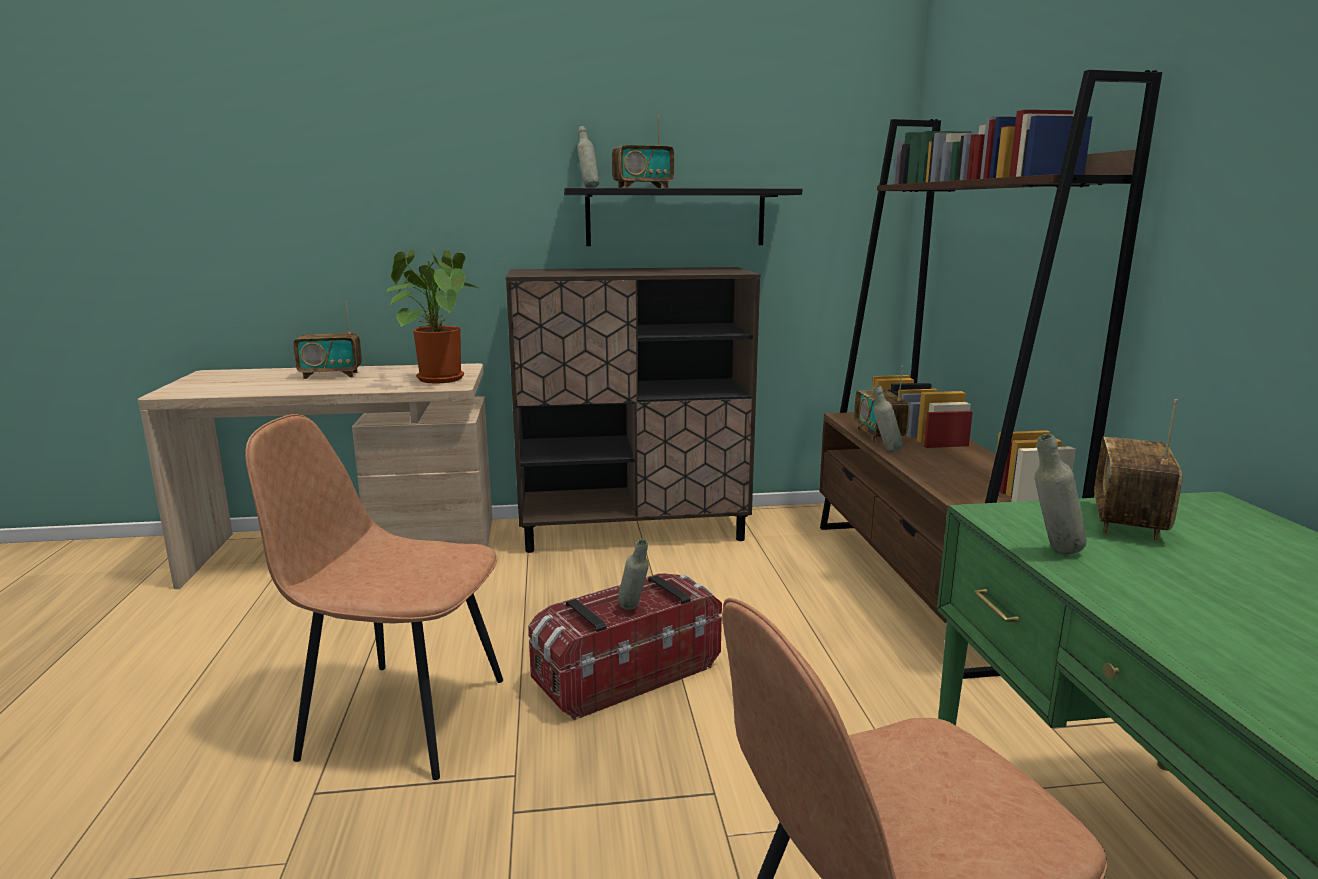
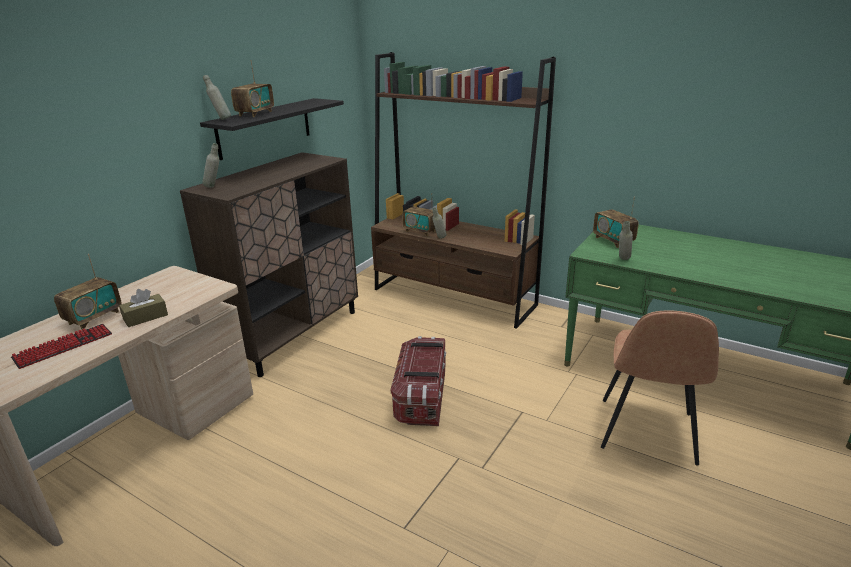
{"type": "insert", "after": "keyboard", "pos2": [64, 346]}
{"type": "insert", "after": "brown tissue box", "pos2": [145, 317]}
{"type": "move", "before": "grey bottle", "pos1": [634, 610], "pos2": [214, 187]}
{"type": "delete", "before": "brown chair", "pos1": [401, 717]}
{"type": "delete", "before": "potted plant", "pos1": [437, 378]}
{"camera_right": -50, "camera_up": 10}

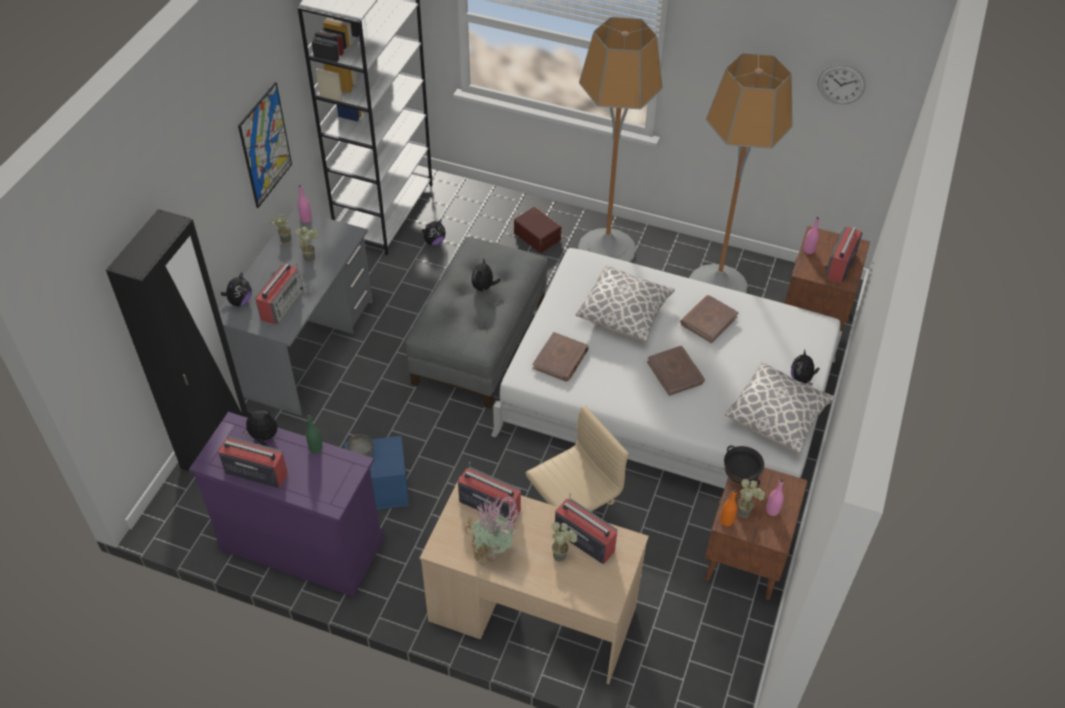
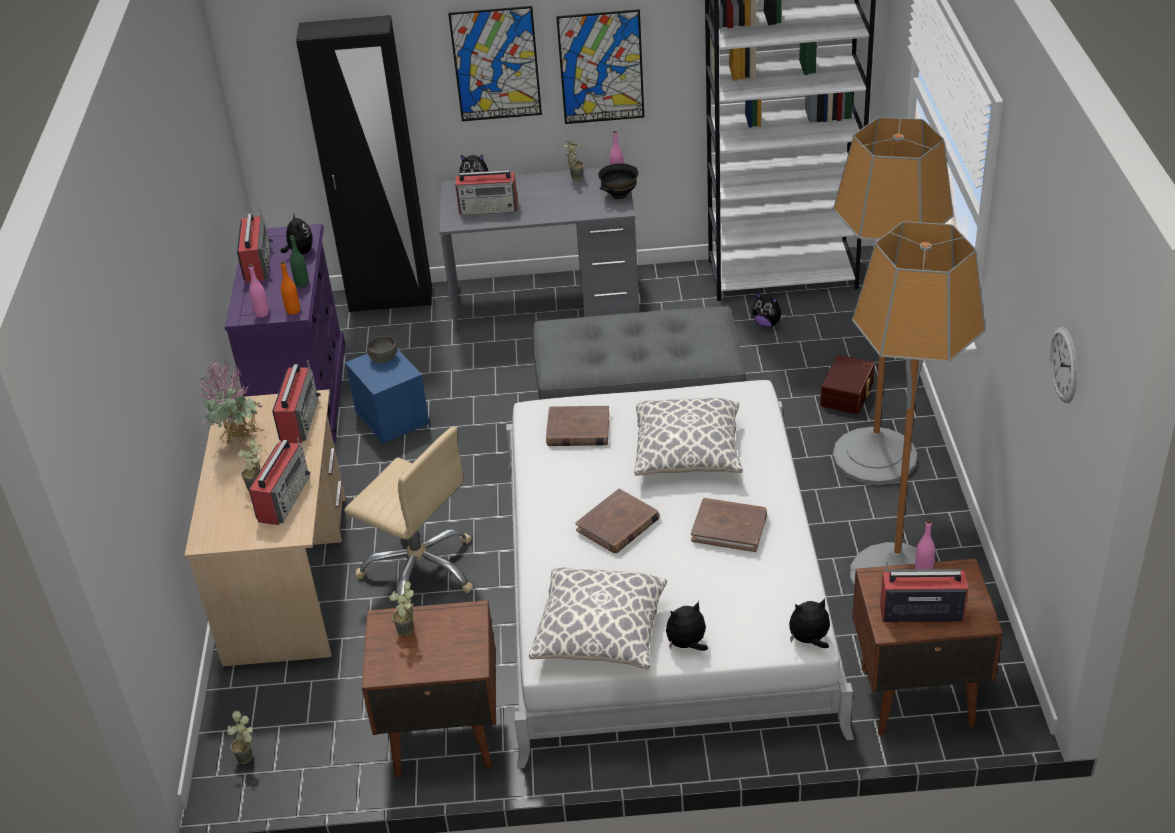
{"type": "move", "before": "potted plant", "pos1": [311, 257], "pos2": [249, 758]}
{"type": "move", "before": "pink bottle", "pos1": [772, 510], "pos2": [262, 313]}
{"type": "move", "before": "orange bottle", "pos1": [726, 521], "pos2": [293, 310]}
{"type": "insert", "after": "picture", "pos2": [496, 64]}
{"type": "move", "before": "black bowl", "pos1": [740, 476], "pos2": [619, 195]}
{"type": "move", "before": "plush toy", "pos1": [484, 287], "pos2": [809, 640]}
{"camera_right": 70, "camera_up": -10}

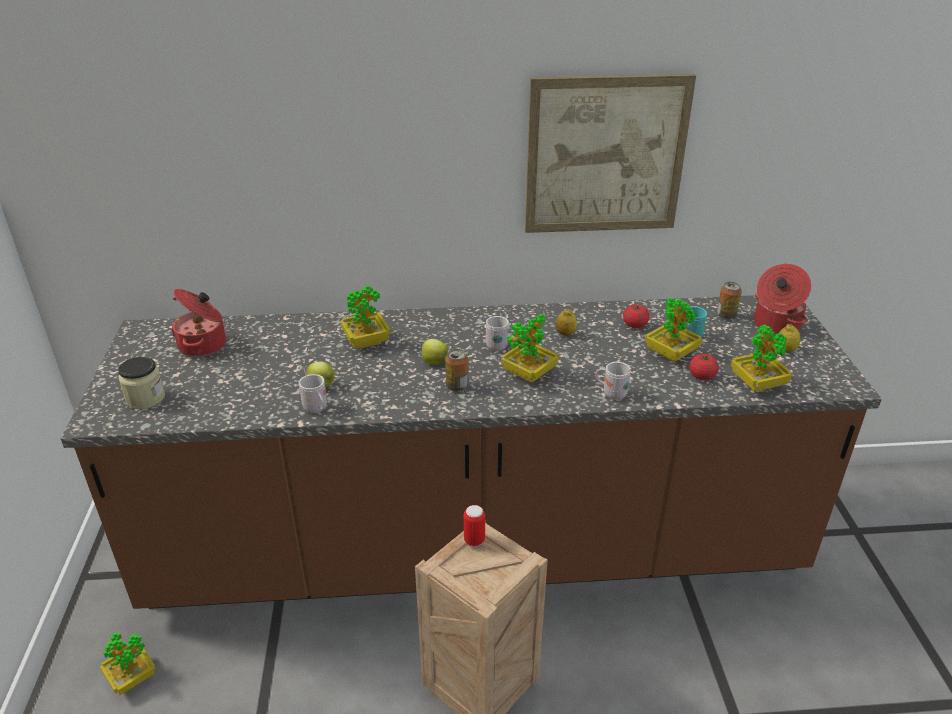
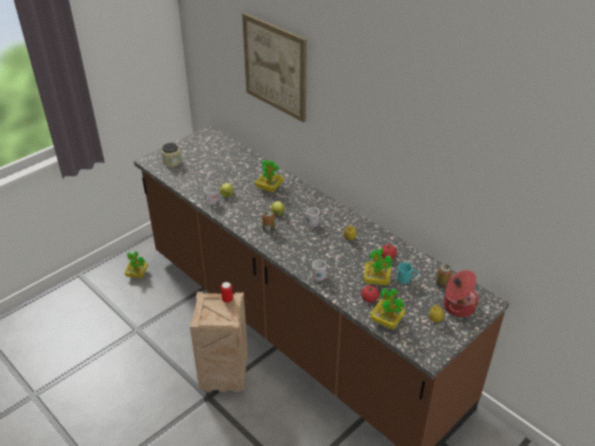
{"type": "move", "before": "picture", "pos1": [605, 156], "pos2": [275, 67]}
{"type": "delete", "before": "cooking pot", "pos1": [204, 345]}
{"type": "delete", "before": "potted plant", "pos1": [528, 374]}
{"camera_right": 50, "camera_up": 5}

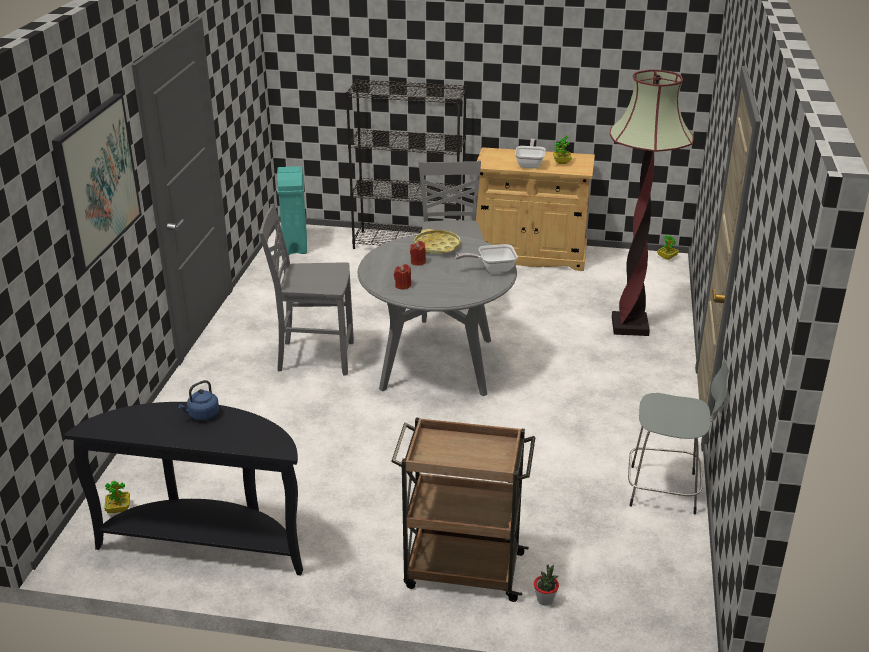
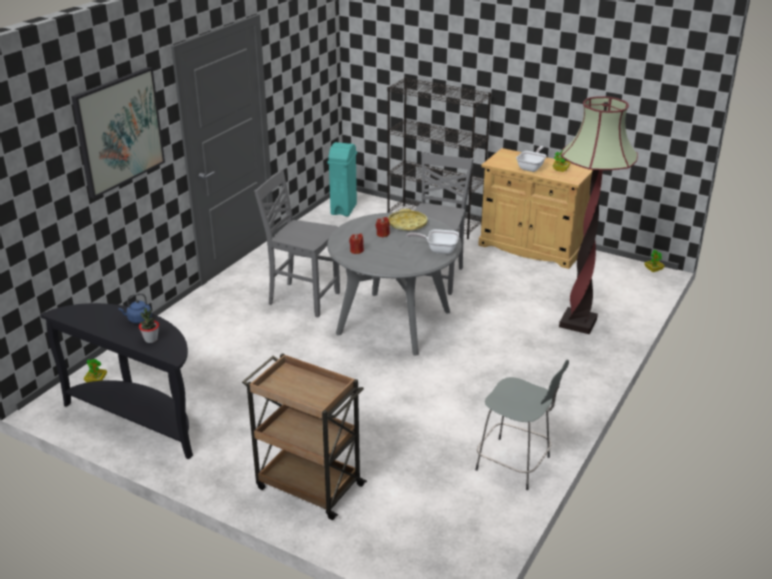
{"type": "move", "before": "potted plant", "pos1": [545, 600], "pos2": [151, 339]}
{"camera_right": 20, "camera_up": 0}

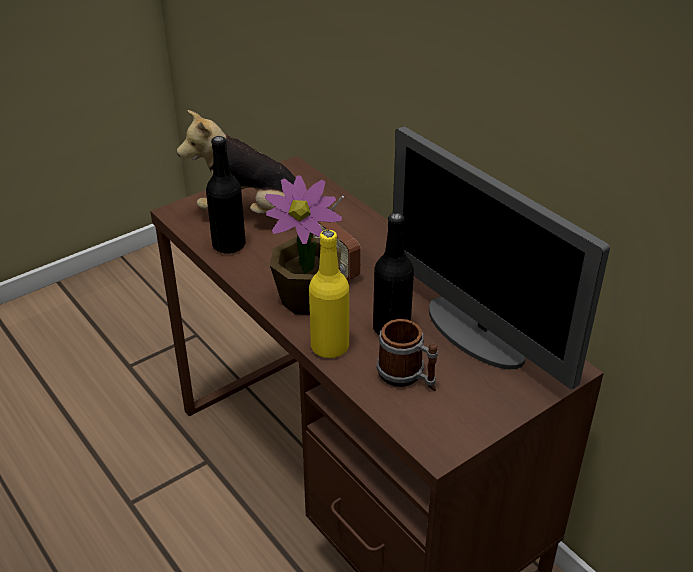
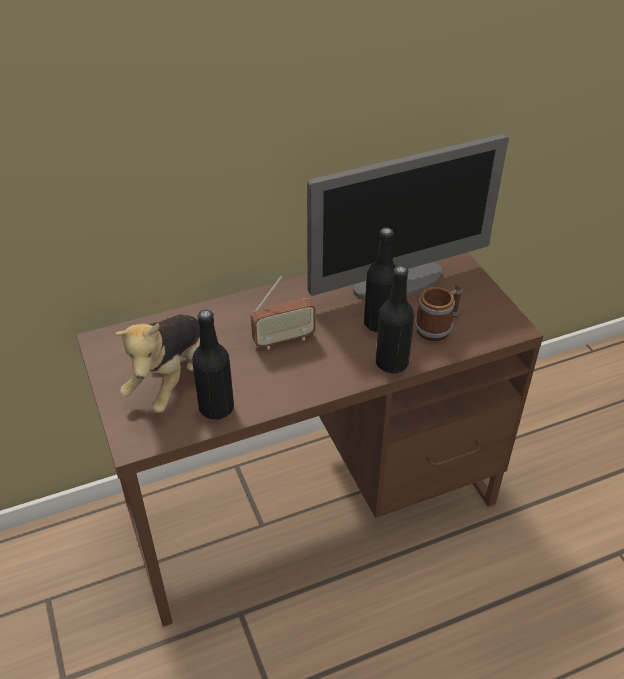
{"type": "recolor", "before": "yellow bottle", "after": "black bottle", "pos1": [330, 347], "pos2": [392, 363]}
{"type": "delete", "before": "potted plant", "pos1": [307, 299]}
{"camera_right": -75, "camera_up": 5}

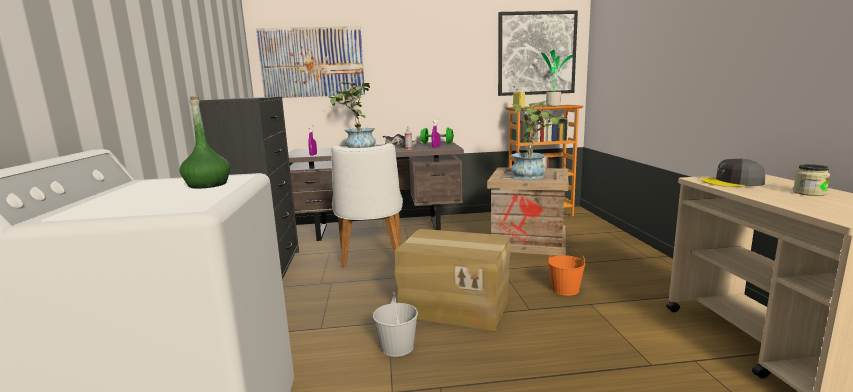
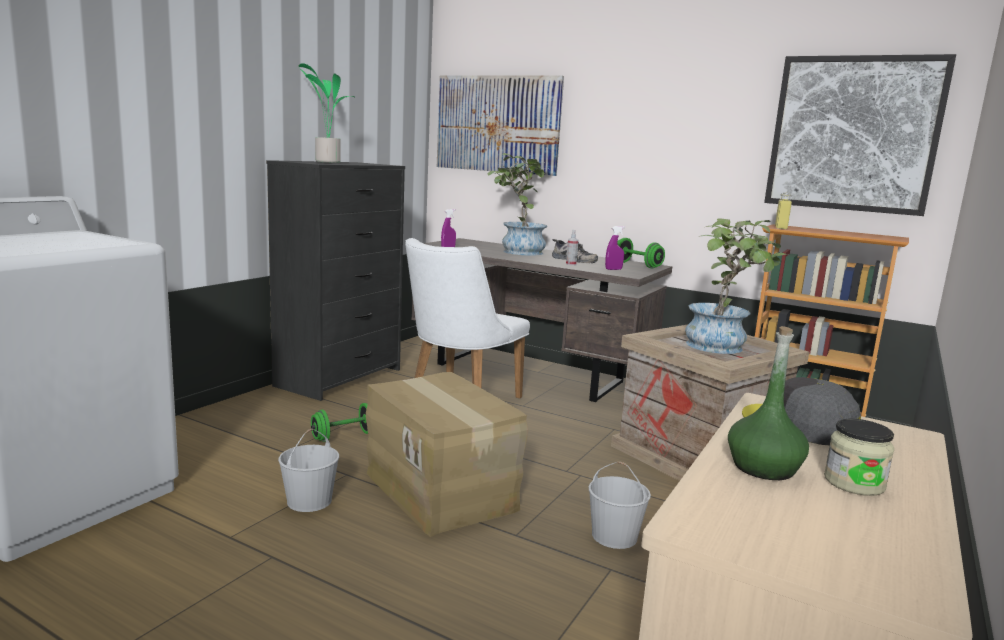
{"type": "move", "before": "potted plant", "pos1": [552, 106], "pos2": [326, 162]}
{"type": "insert", "after": "green dumbbell", "pos2": [344, 436]}
{"type": "recolor", "before": "orange bucket", "after": "white bucket", "pos1": [565, 289], "pos2": [615, 536]}
{"type": "move", "before": "green bottle", "pos1": [208, 185], "pos2": [764, 468]}
{"camera_right": 35, "camera_up": 0}

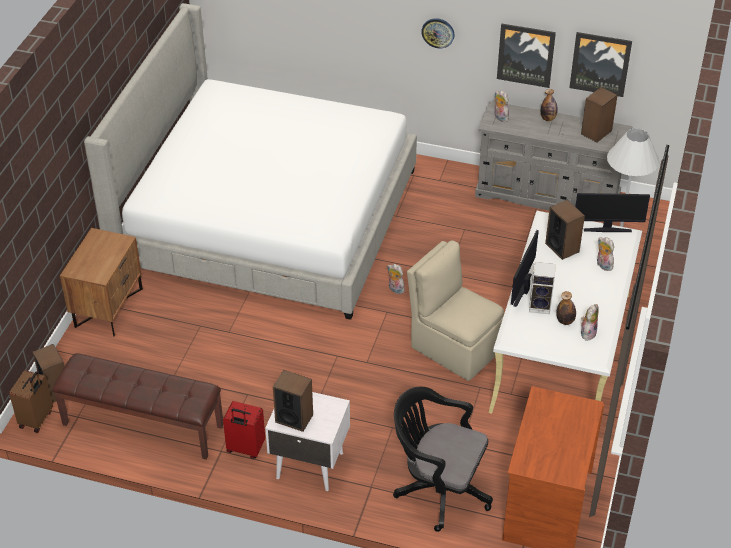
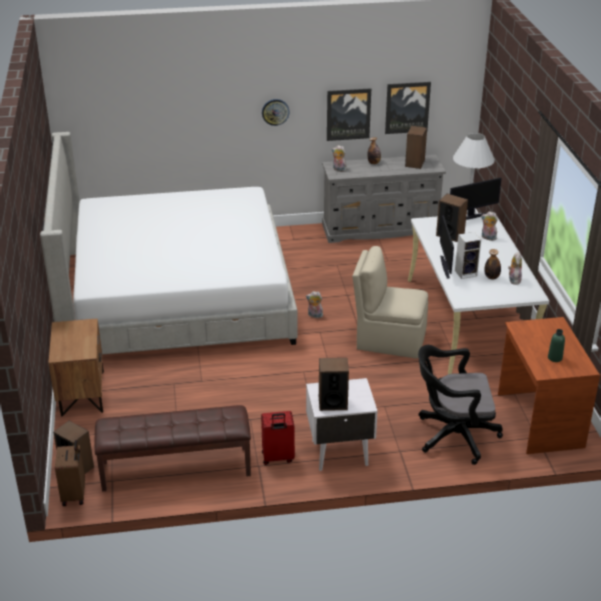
{"type": "insert", "after": "green bottle", "pos2": [555, 358]}
{"camera_right": -25, "camera_up": -10}

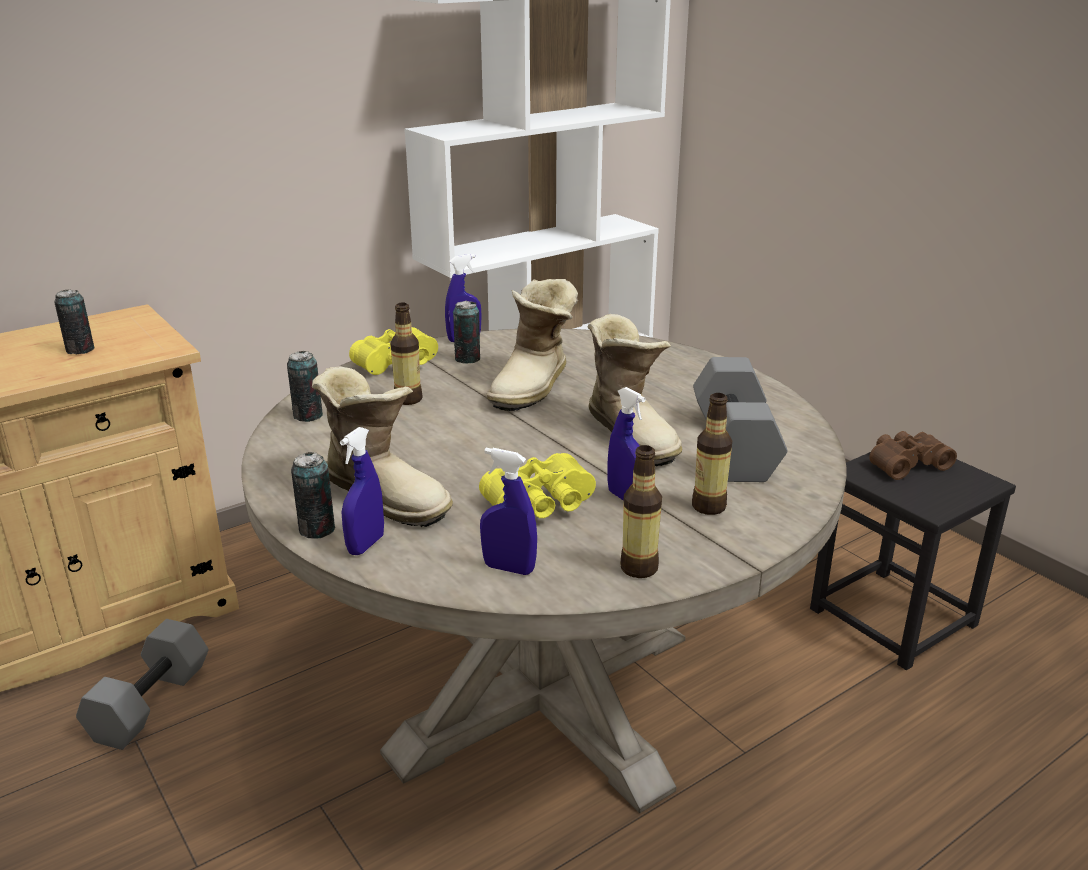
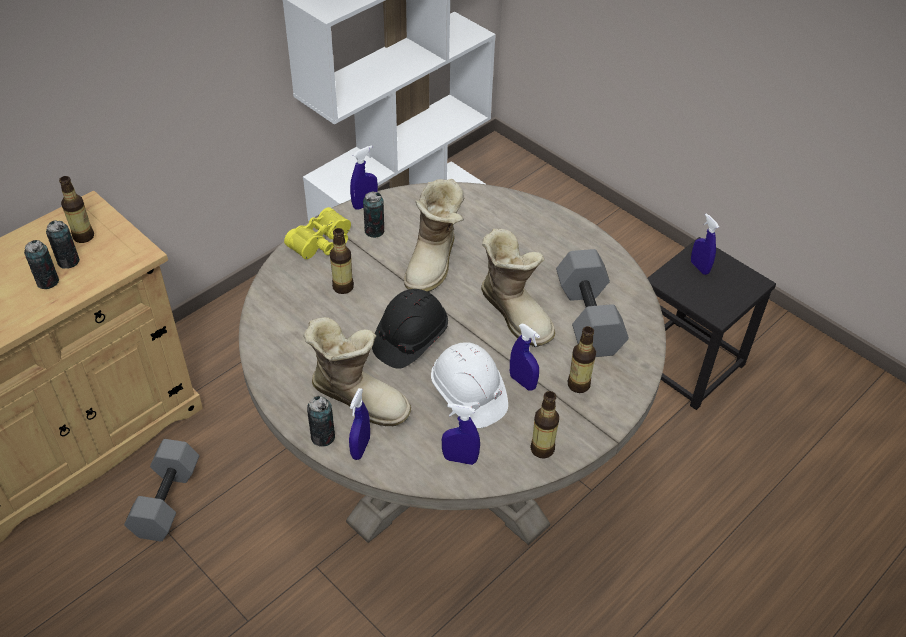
{"type": "move", "before": "can", "pos1": [308, 416], "pos2": [48, 282]}
{"type": "insert", "after": "bottle", "pos2": [83, 236]}
{"type": "insert", "after": "black hard hat", "pos2": [410, 339]}
{"type": "replace", "before": "yellow binoculars", "after": "white hard hat", "pos1": [542, 505], "pos2": [468, 395]}
{"type": "replace", "before": "brown binoculars", "after": "blue spray bottle", "pos1": [905, 463], "pos2": [699, 267]}
{"camera_right": -10, "camera_up": 20}

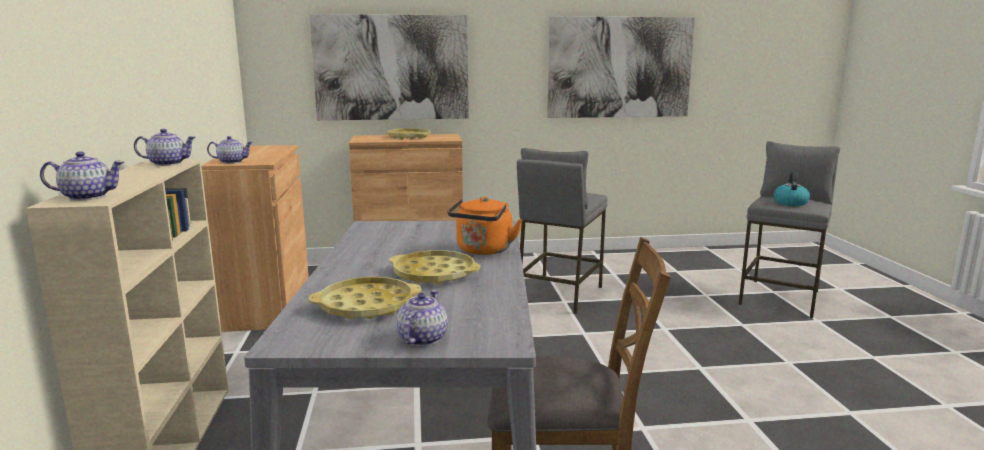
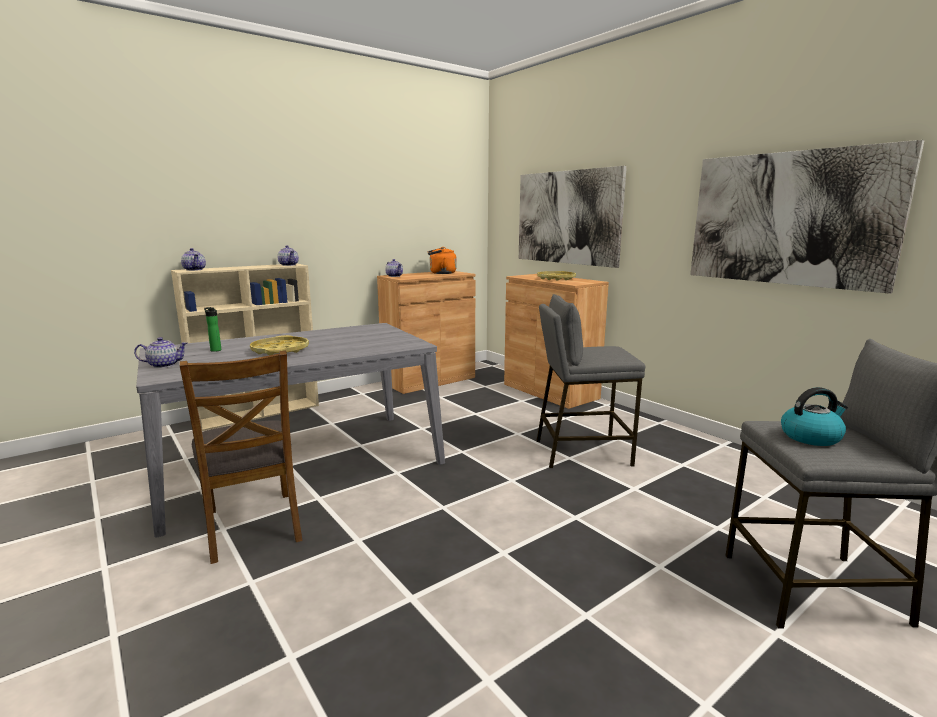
{"type": "replace", "before": "yellow tray", "after": "bottle", "pos1": [366, 306], "pos2": [215, 350]}
{"type": "move", "before": "orange kettle", "pos1": [483, 251], "pos2": [441, 273]}
{"camera_right": 60, "camera_up": 0}

